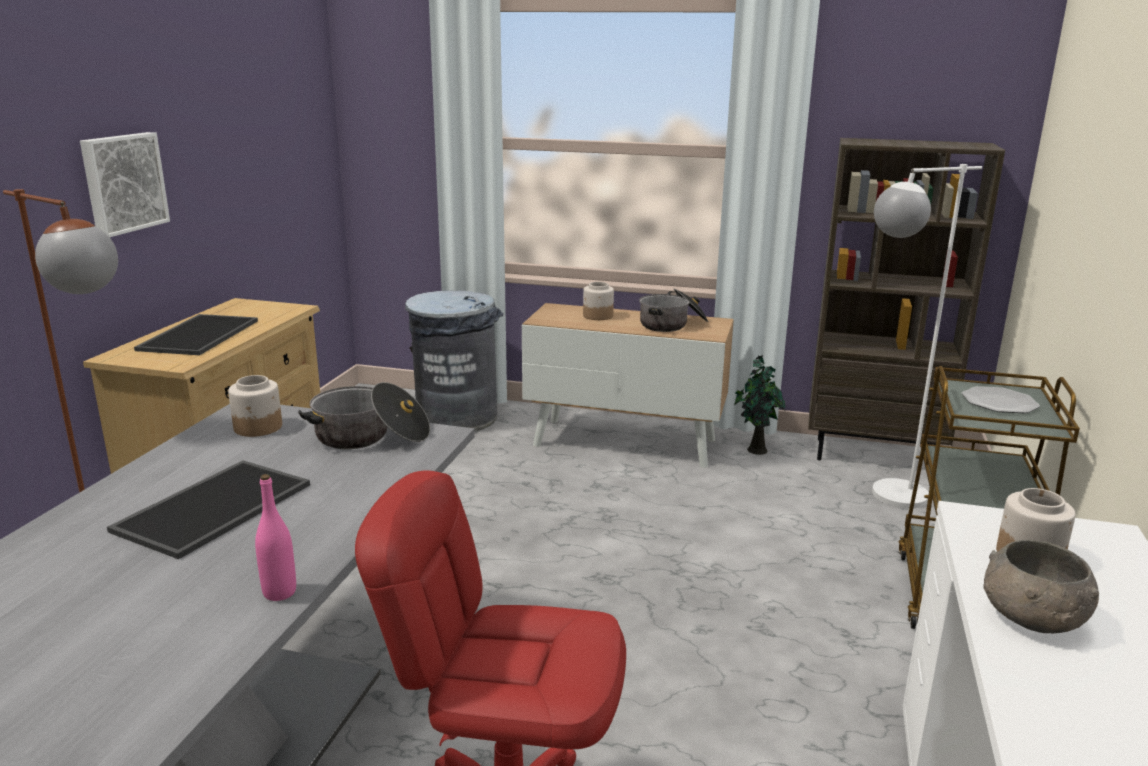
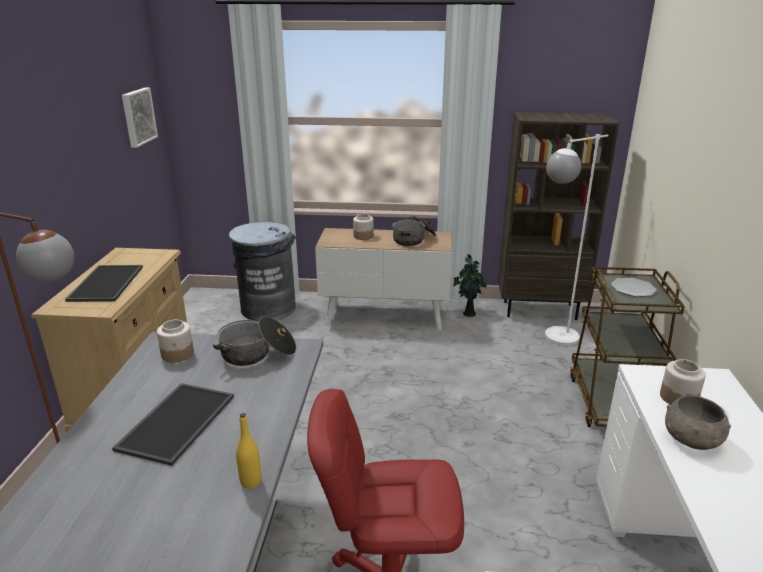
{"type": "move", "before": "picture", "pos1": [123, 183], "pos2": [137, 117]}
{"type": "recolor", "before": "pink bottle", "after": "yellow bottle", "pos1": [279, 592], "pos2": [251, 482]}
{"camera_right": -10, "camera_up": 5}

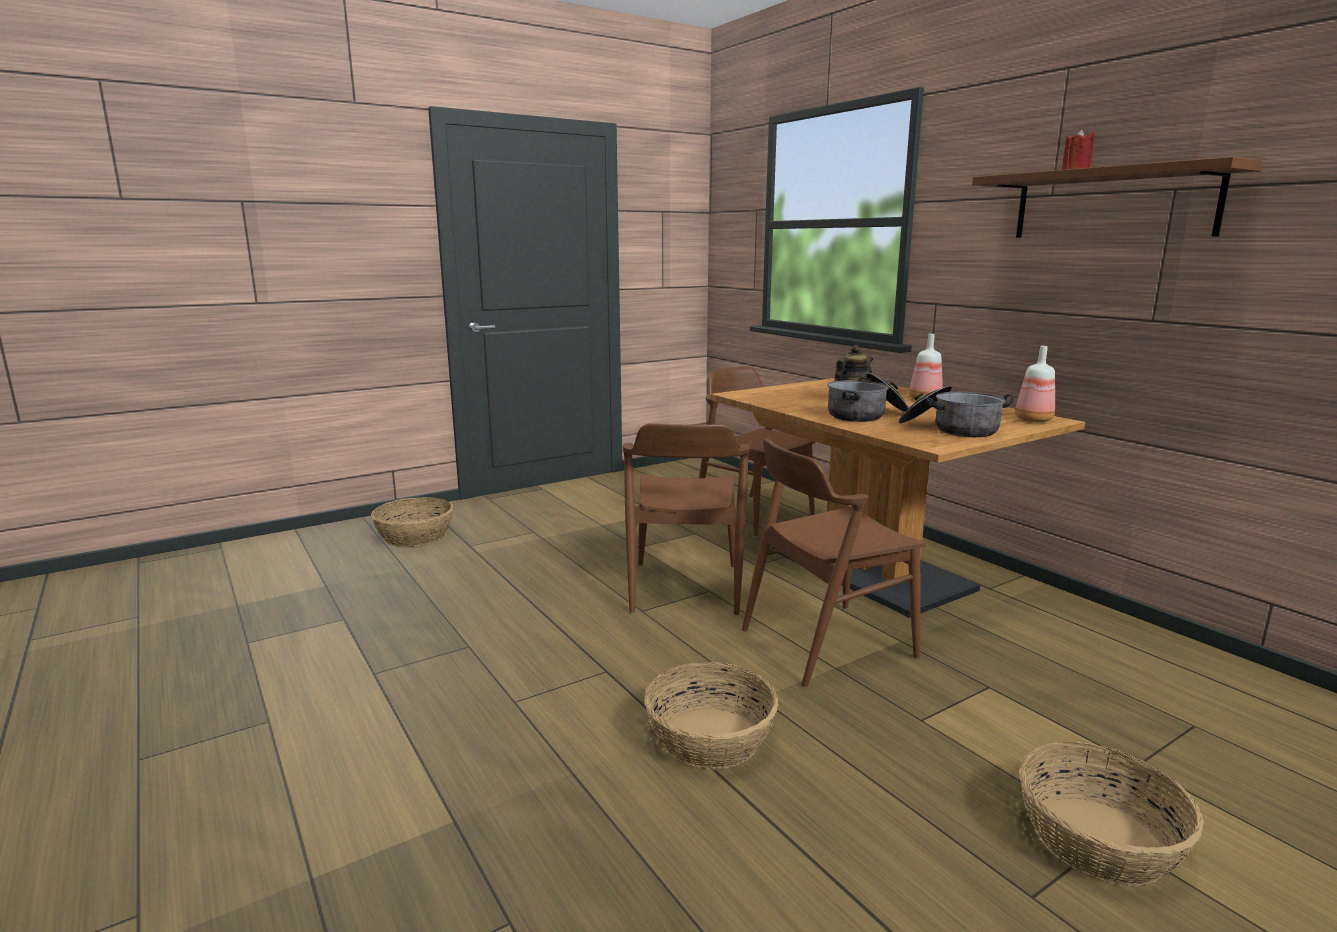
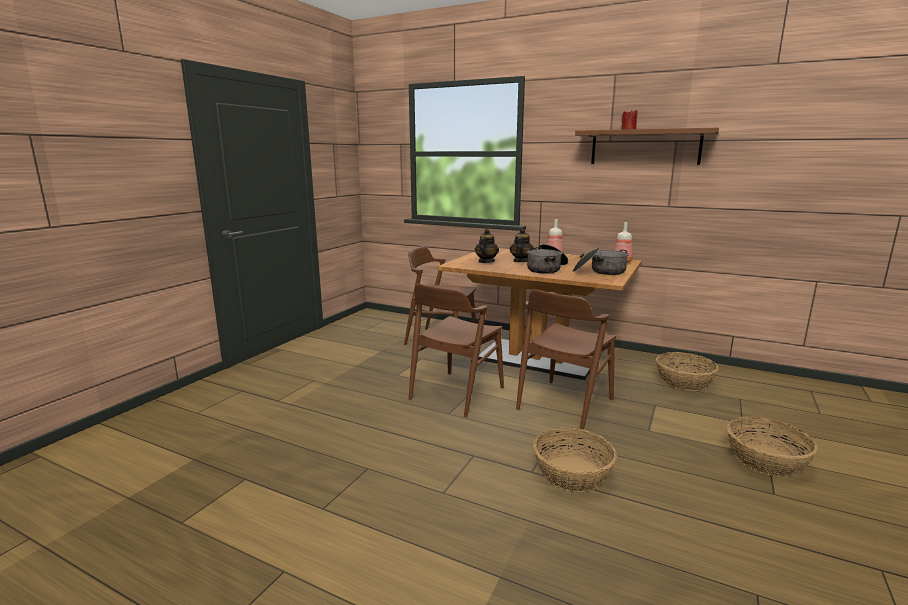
{"type": "rotate", "before": "brown chair", "pos1": [684, 588], "pos2": [456, 393], "turn": 60}
{"type": "insert", "after": "teapot", "pos2": [486, 262]}
{"type": "move", "before": "basket", "pos1": [415, 536], "pos2": [683, 381]}
{"camera_right": -30, "camera_up": 0}

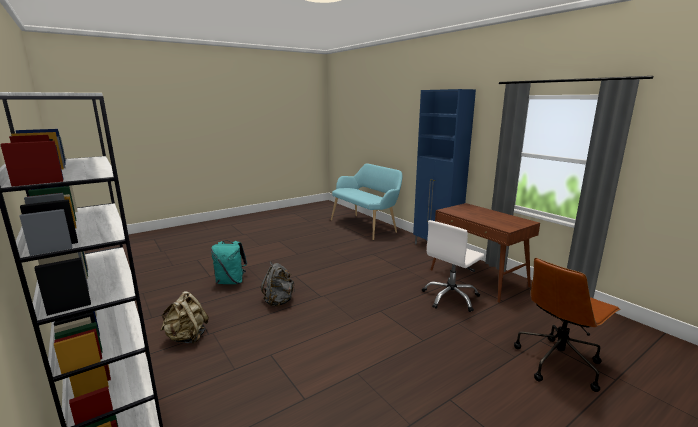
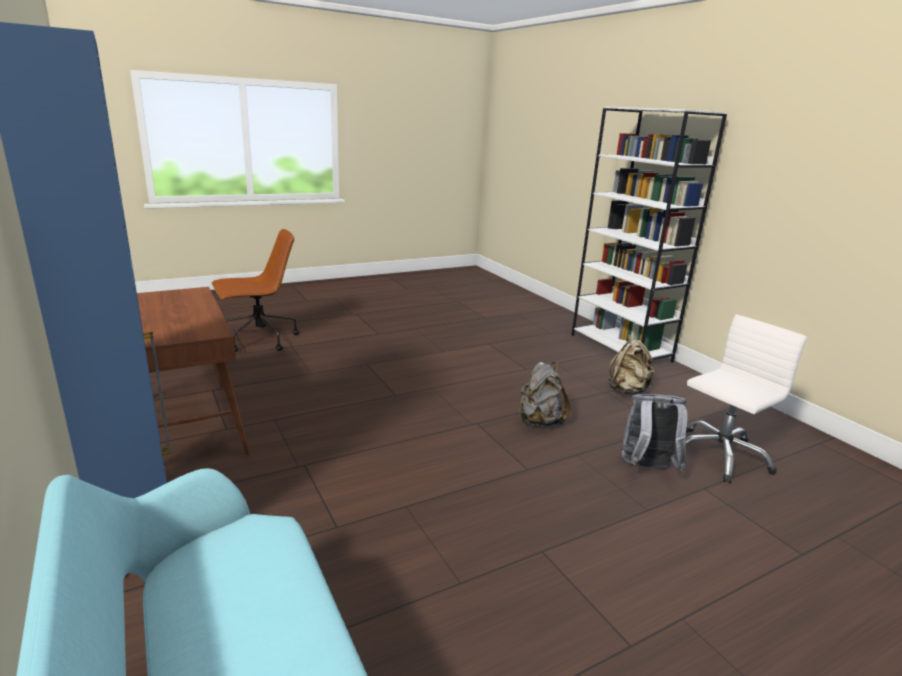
{"type": "recolor", "before": "turquoise backpack", "after": "grey backpack", "pos1": [231, 282], "pos2": [646, 468]}
{"type": "move", "before": "white office chair", "pos1": [451, 298], "pos2": [719, 455]}
{"camera_right": -175, "camera_up": 5}

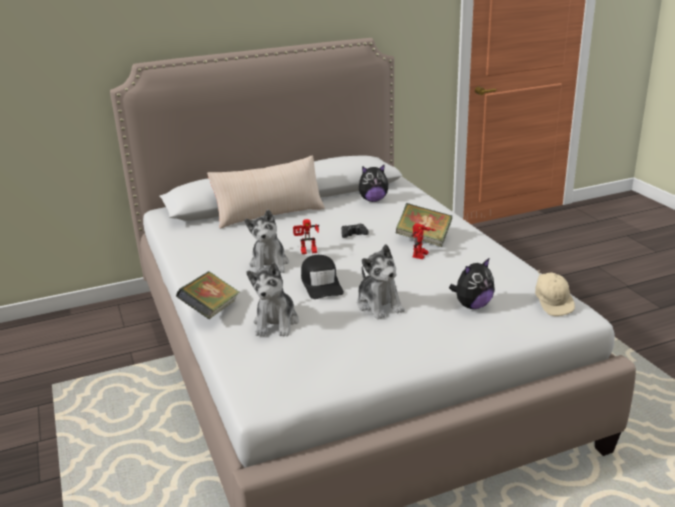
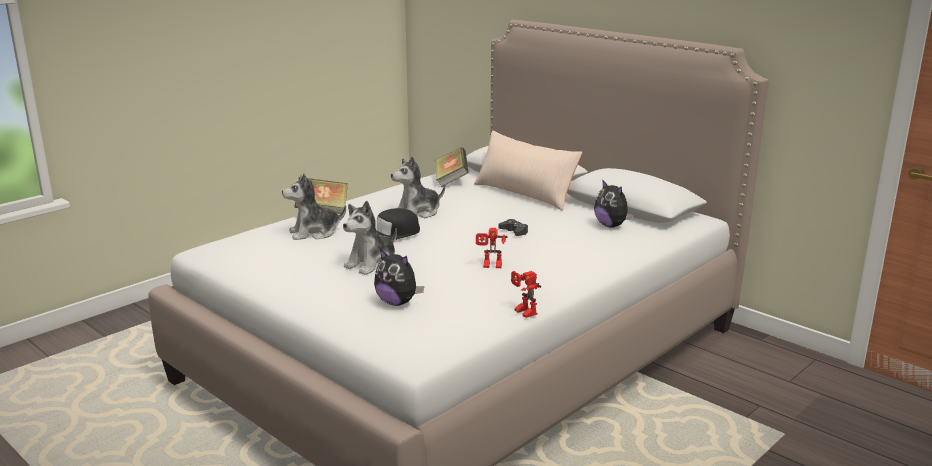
{"type": "move", "before": "book", "pos1": [423, 239], "pos2": [451, 181]}
{"type": "move", "before": "toy robot", "pos1": [307, 252], "pos2": [522, 312]}
{"type": "delete", "before": "beige cap", "pos1": [552, 304]}
{"camera_right": 65, "camera_up": -5}

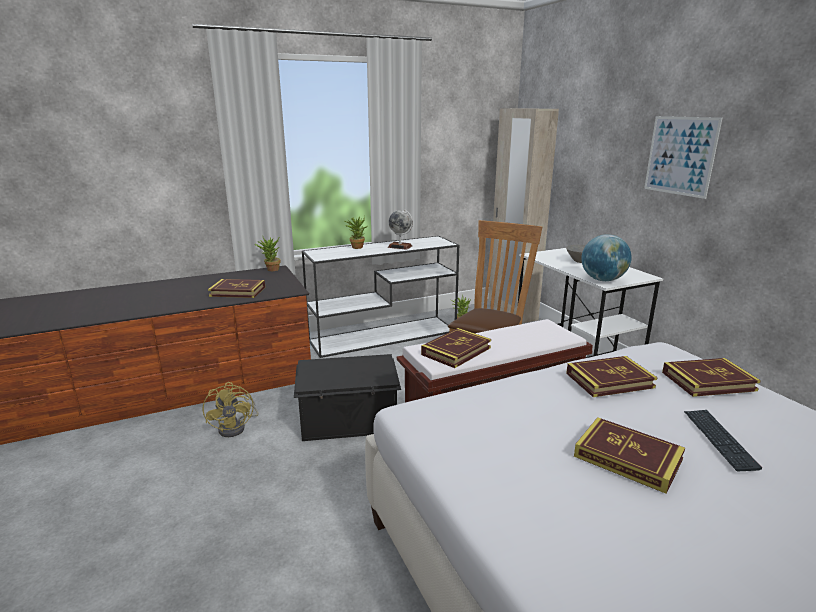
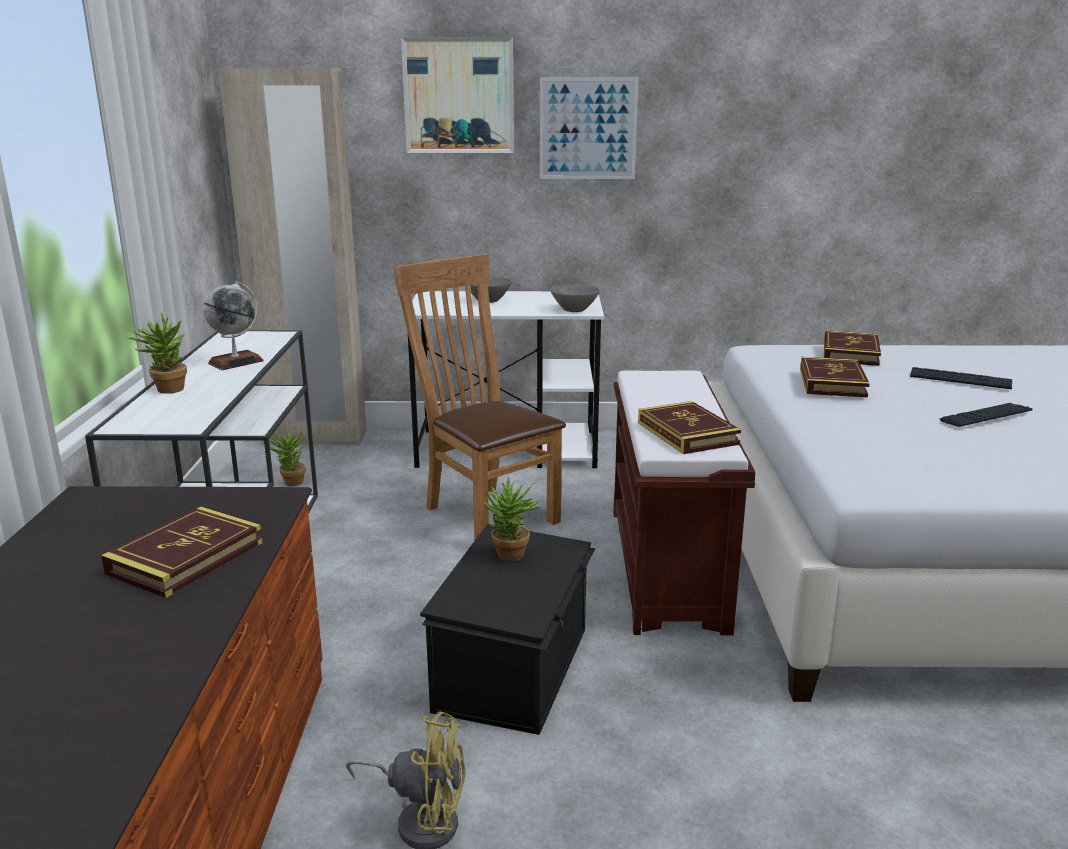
{"type": "insert", "after": "picture", "pos2": [459, 96]}
{"type": "move", "before": "potted plant", "pos1": [270, 270], "pos2": [511, 558]}
{"type": "replace", "before": "globe", "after": "grey bowl", "pos1": [603, 280], "pos2": [574, 310]}
{"type": "replace", "before": "book", "after": "keyboard", "pos1": [627, 458], "pos2": [985, 416]}
{"camera_right": -65, "camera_up": 0}

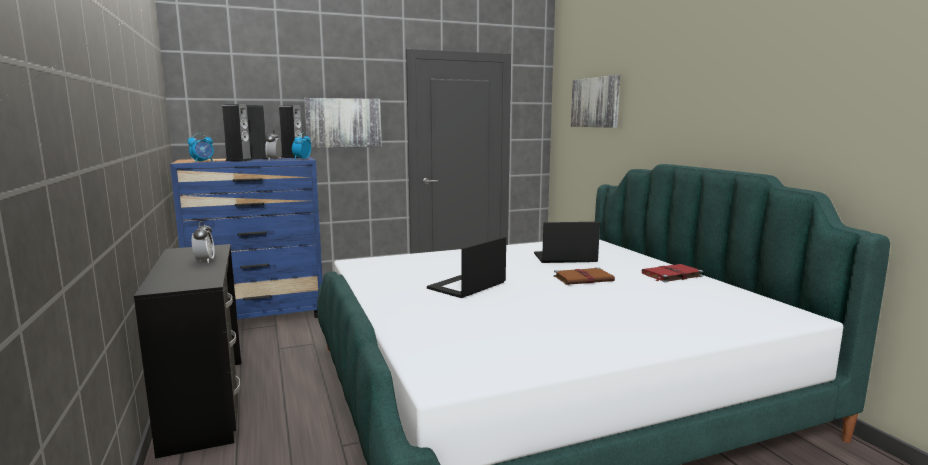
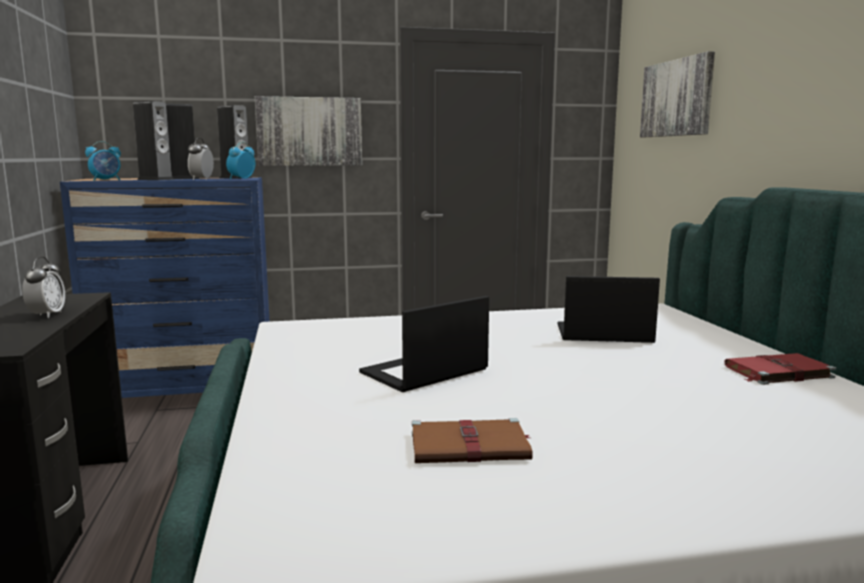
{"type": "move", "before": "brown book", "pos1": [584, 279], "pos2": [471, 446]}
{"camera_right": 10, "camera_up": 0}

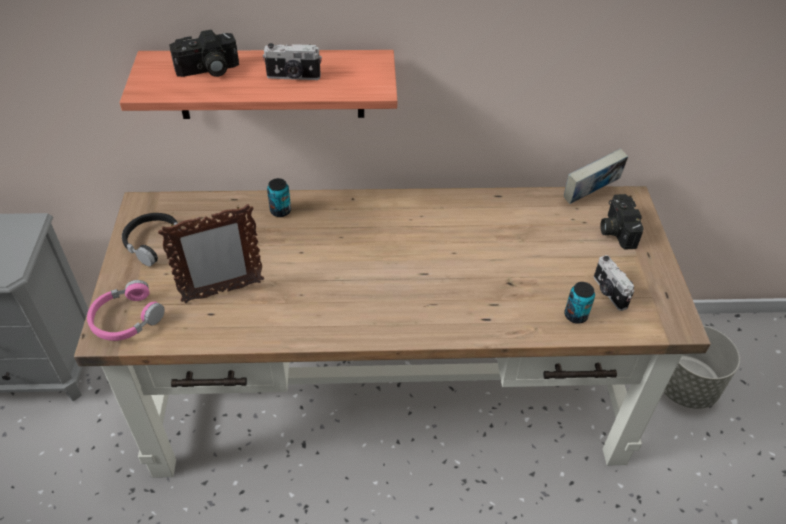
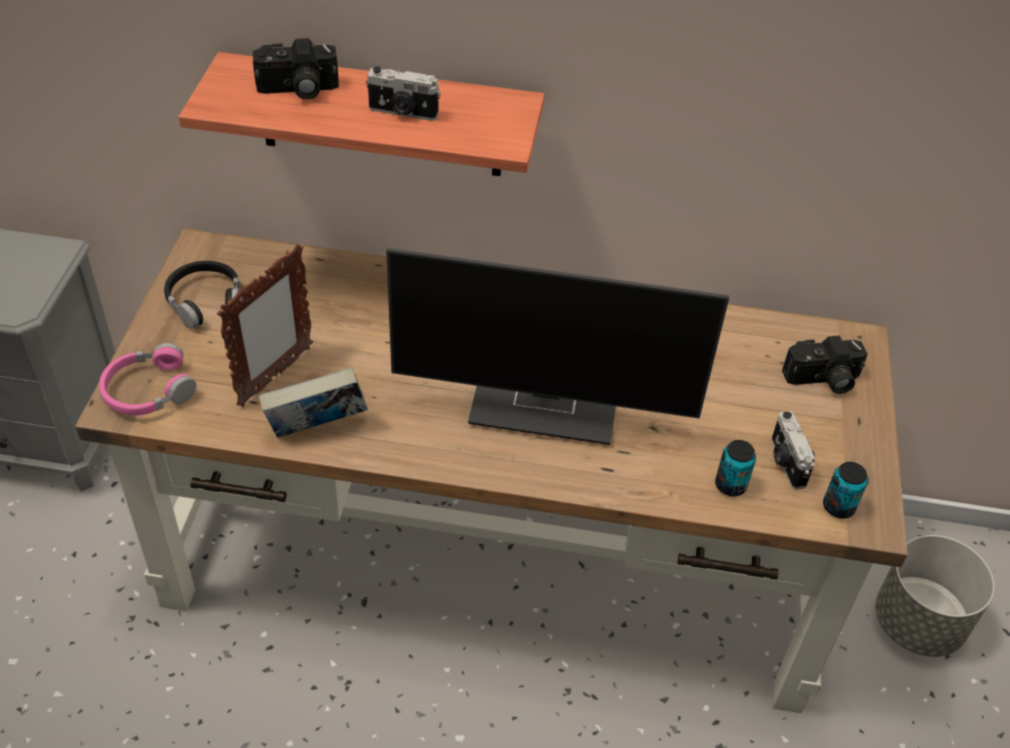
{"type": "rotate", "before": "picture frame", "pos1": [222, 292], "pos2": [275, 376], "turn": -45}
{"type": "move", "before": "book", "pos1": [589, 195], "pos2": [317, 429]}
{"type": "insert", "after": "monitor", "pos2": [548, 403]}
{"type": "rotate", "before": "photo camera", "pos1": [615, 230], "pos2": [823, 380], "turn": -105}
{"type": "move", "before": "can", "pos1": [280, 211], "pos2": [838, 507]}
{"camera_right": 10, "camera_up": 0}

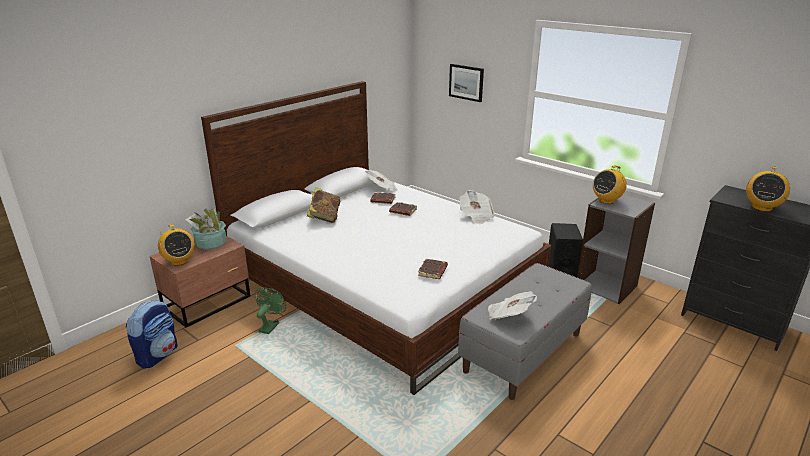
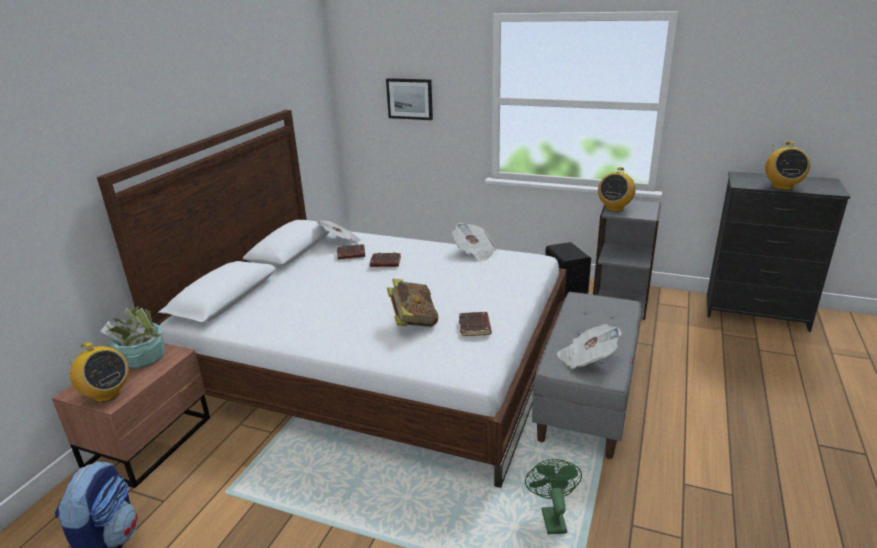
{"type": "move", "before": "book", "pos1": [324, 218], "pos2": [413, 321]}
{"type": "move", "before": "green fan", "pos1": [270, 326], "pos2": [552, 516]}
{"camera_right": -20, "camera_up": 0}

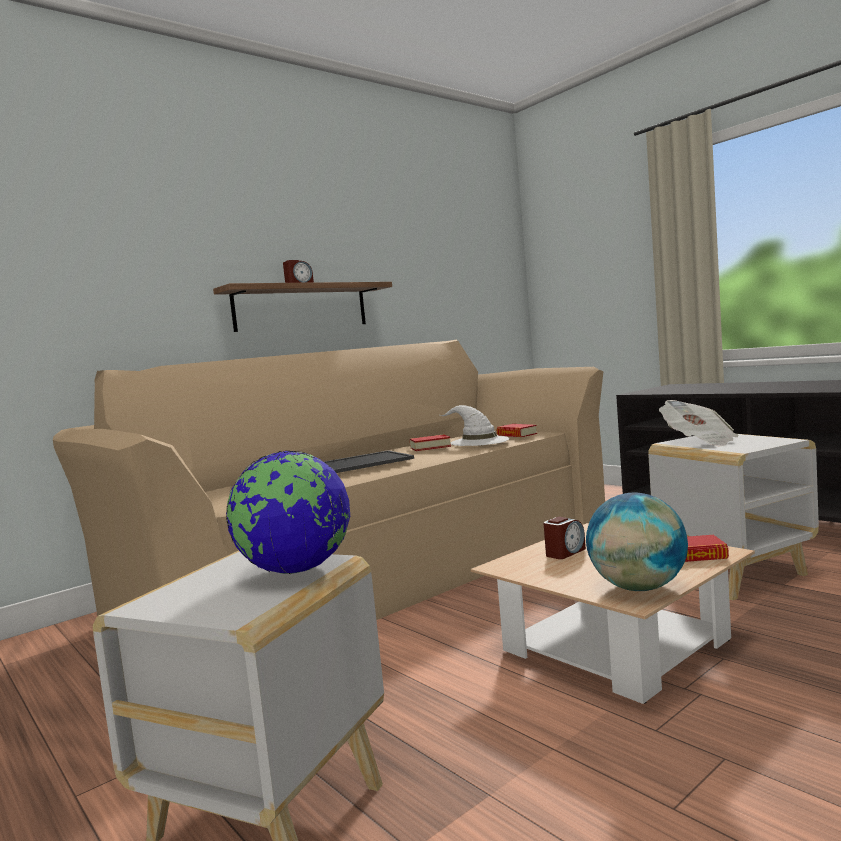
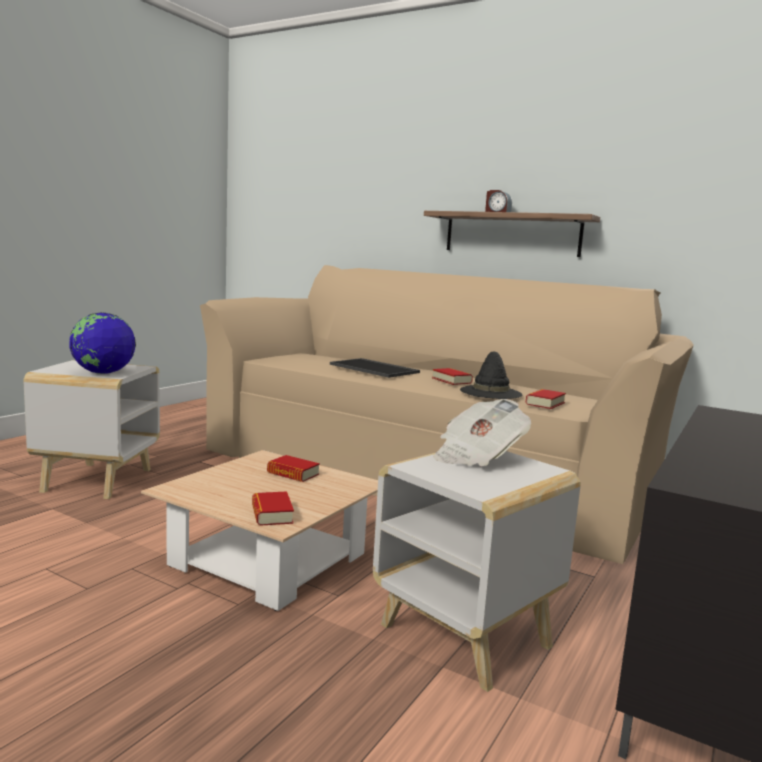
{"type": "replace", "before": "alarm clock", "after": "book", "pos1": [565, 552], "pos2": [293, 473]}
{"type": "recolor", "before": "white hat", "after": "black hat", "pos1": [478, 441], "pos2": [490, 392]}
{"type": "delete", "before": "globe", "pos1": [638, 588]}
{"camera_right": 70, "camera_up": 5}

